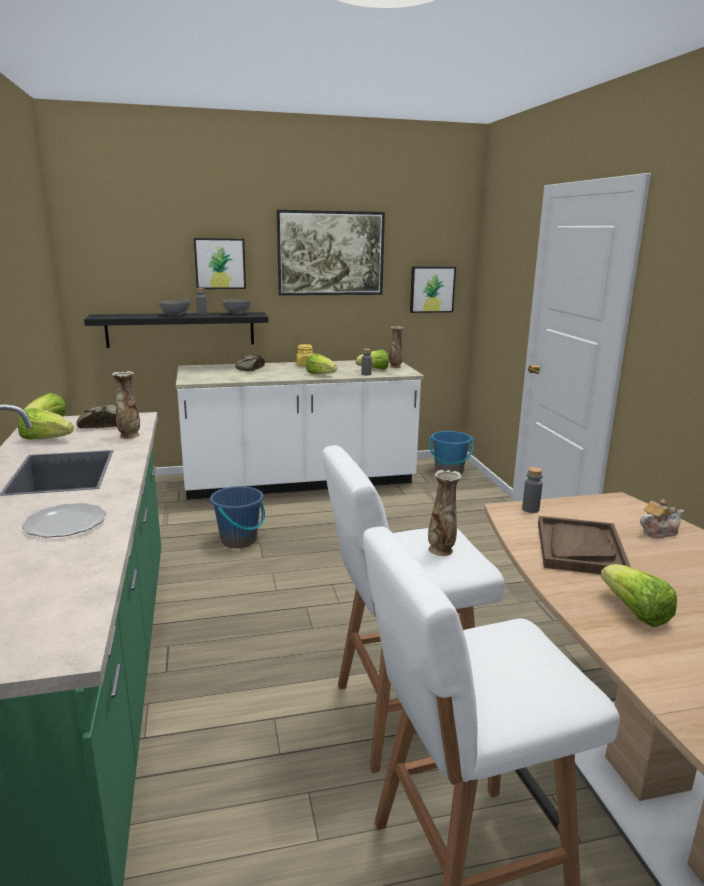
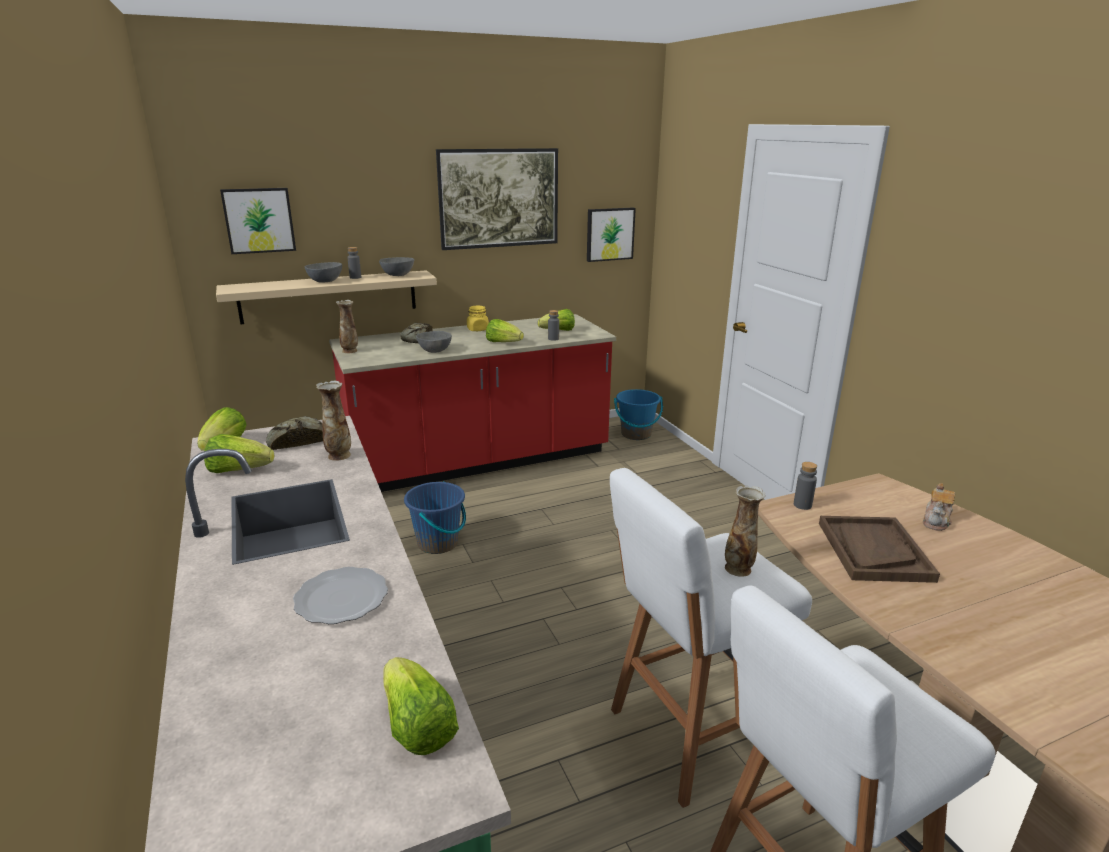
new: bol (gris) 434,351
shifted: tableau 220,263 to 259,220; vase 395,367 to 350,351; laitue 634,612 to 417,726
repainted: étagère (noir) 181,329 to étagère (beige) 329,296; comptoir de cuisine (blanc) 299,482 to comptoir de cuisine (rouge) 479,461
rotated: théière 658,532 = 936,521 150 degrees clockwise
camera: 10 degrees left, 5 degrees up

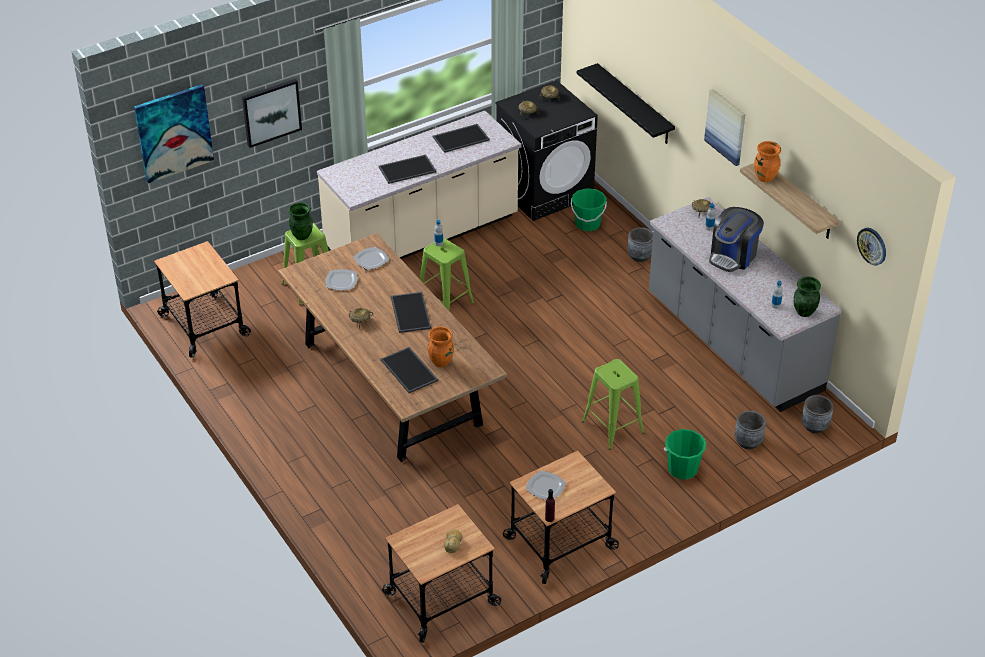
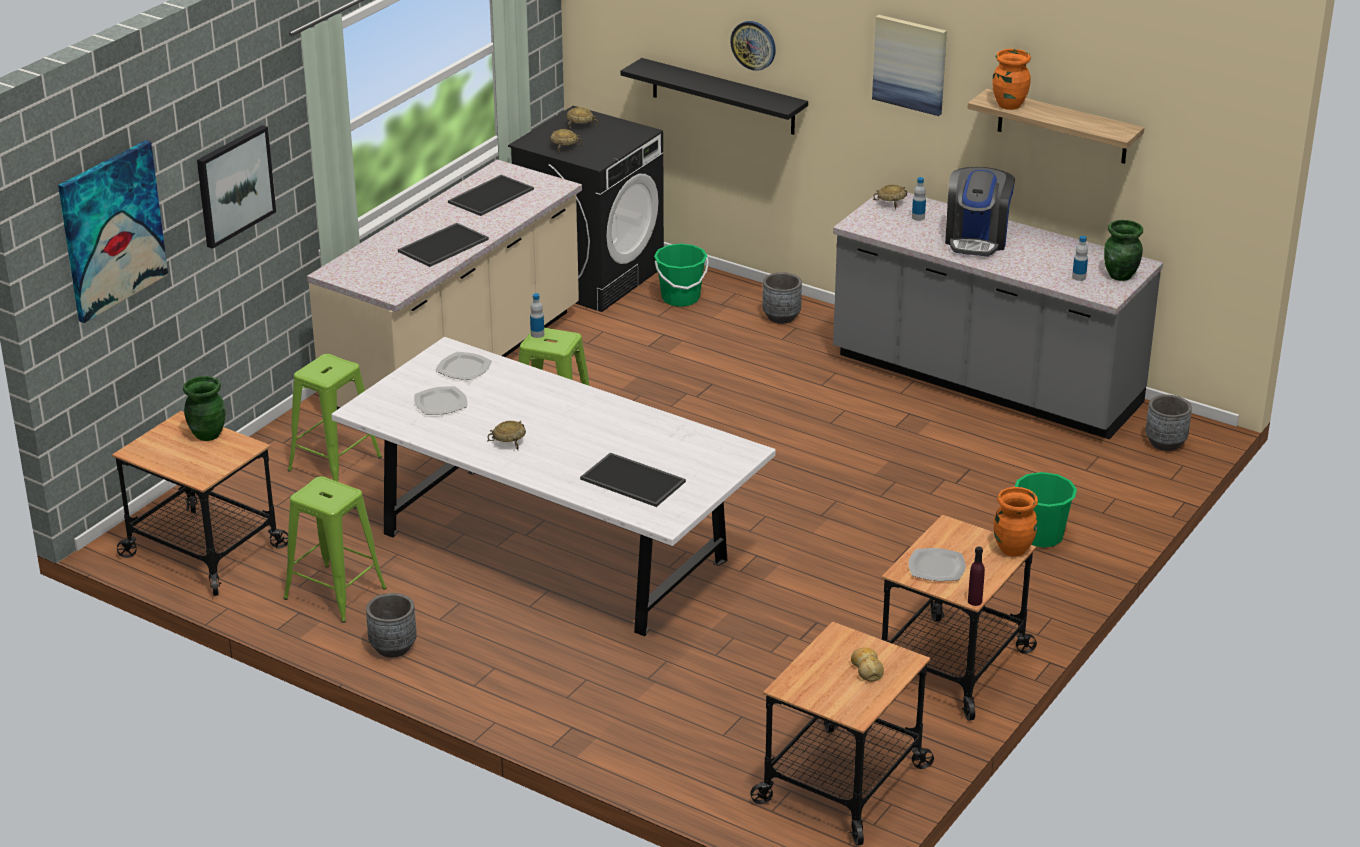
gone: plateau 409,312
shifted: vase (vert) 302,235 to 207,434; vase (orange) 441,362 to 1013,549; tabouret (vert) 613,427 to 335,594; cache-pot (gris) 748,442 to 393,647; horloge murale 872,246 to 753,45
repainted: table à manger (marron) 391,384 to table à manger (blanc) 554,547
camera: 25 degrees left, 10 degrees down

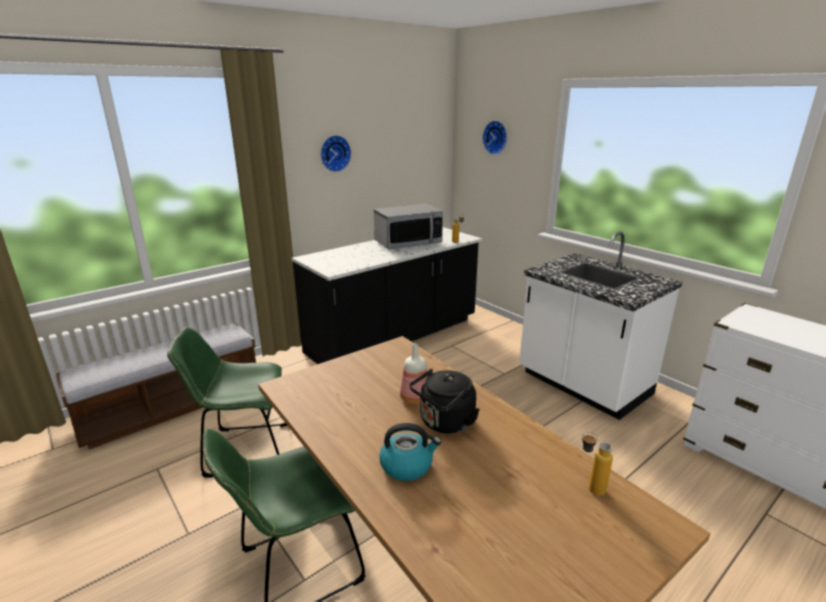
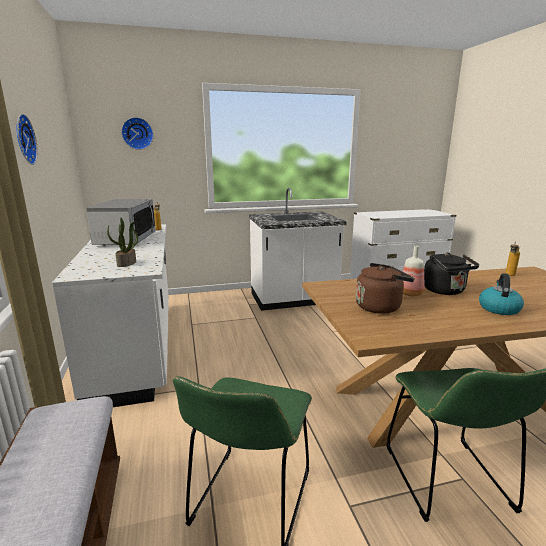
new: plante en pot 127,263; bouilloire (marron) 380,306
repainted: comptoir de cuisine (noir) 394,337 to comptoir de cuisine (blanc) 137,345
camera: 65 degrees left, 5 degrees down

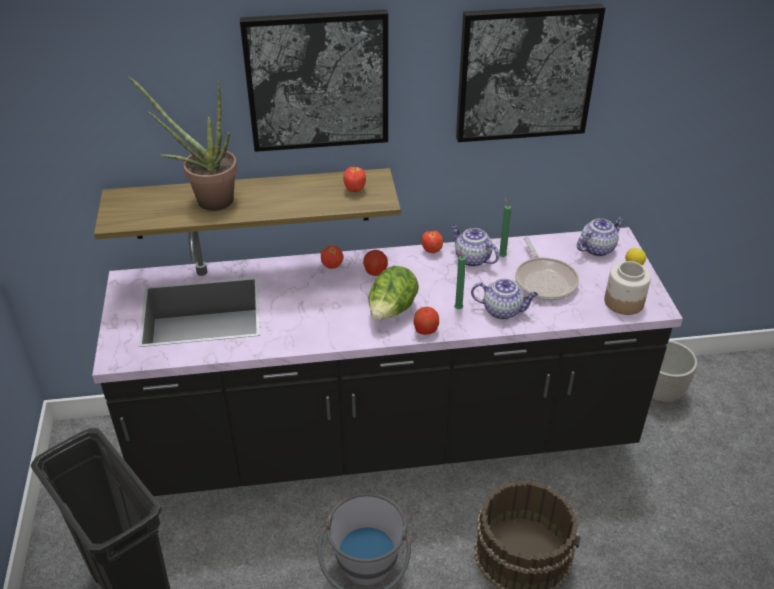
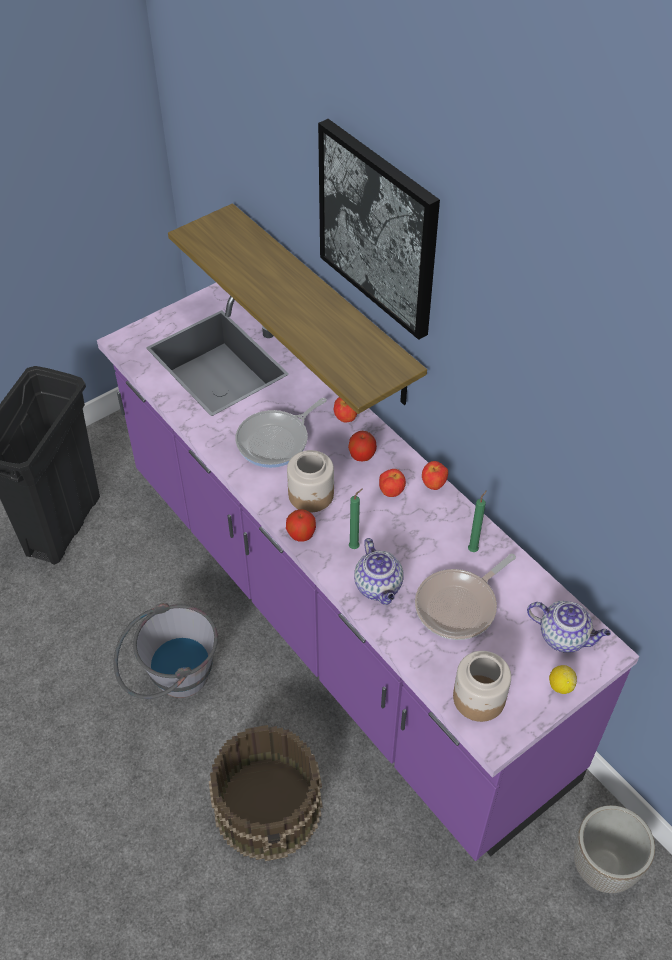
gone: plante en pot 207,200; théière 471,259; tableau 525,73
new: poêle 276,441
shifted: pomme 354,190 to 391,492
swapped: laitue 392,311 to bocal 311,495
repainted: comptoir de cuisine (noir) 387,440 to comptoir de cuisine (violet) 336,619
camera: 60 degrees right, 10 degrees up

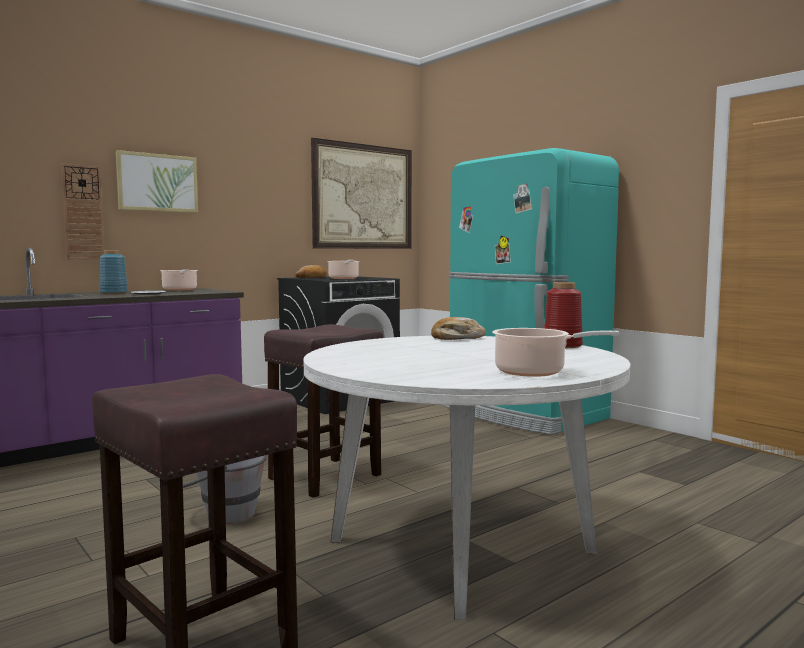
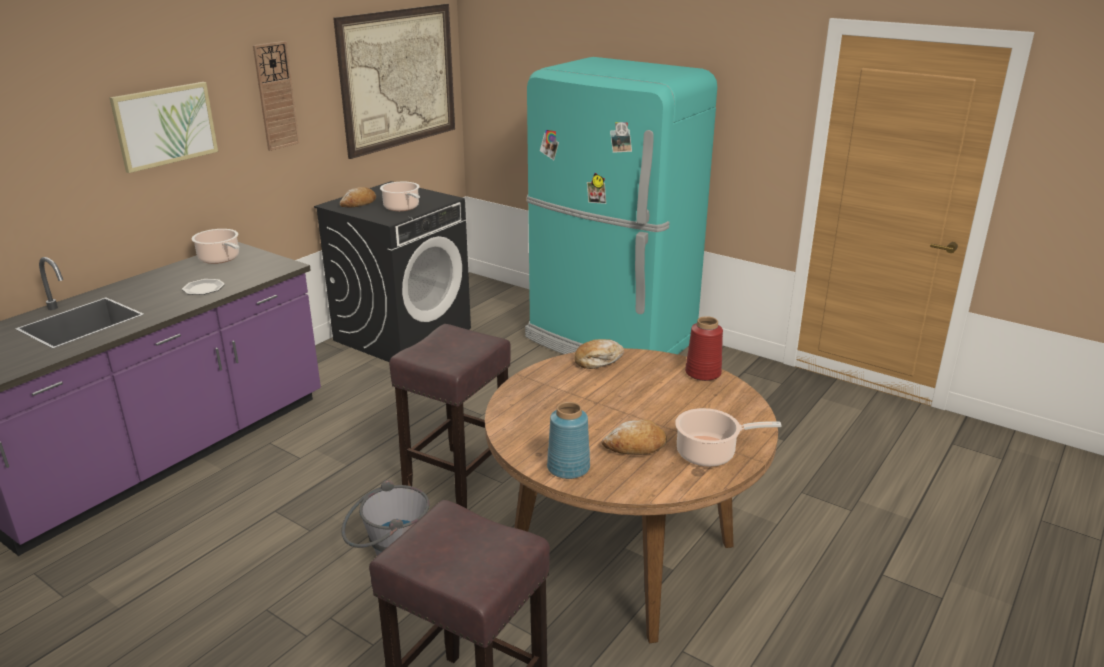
new: pain 635,446
shifted: horloge murale 83,213 to 276,96; vase (bleu) 114,293 to 568,468
repainted: table à manger (blanc) 461,546 to table à manger (marron) 623,557
camera: 15 degrees left, 20 degrees up

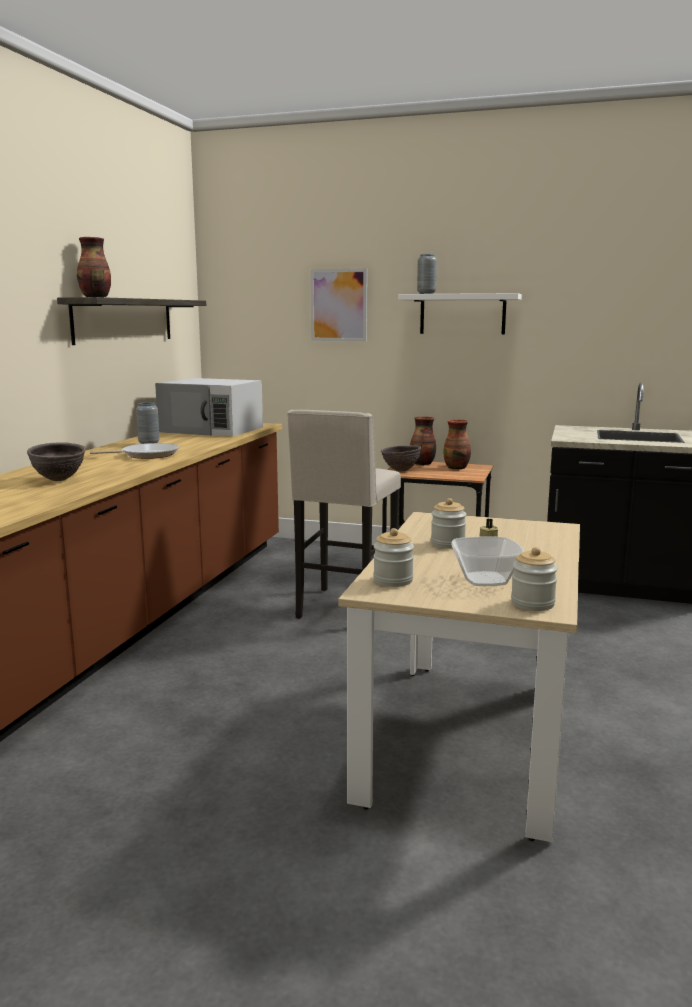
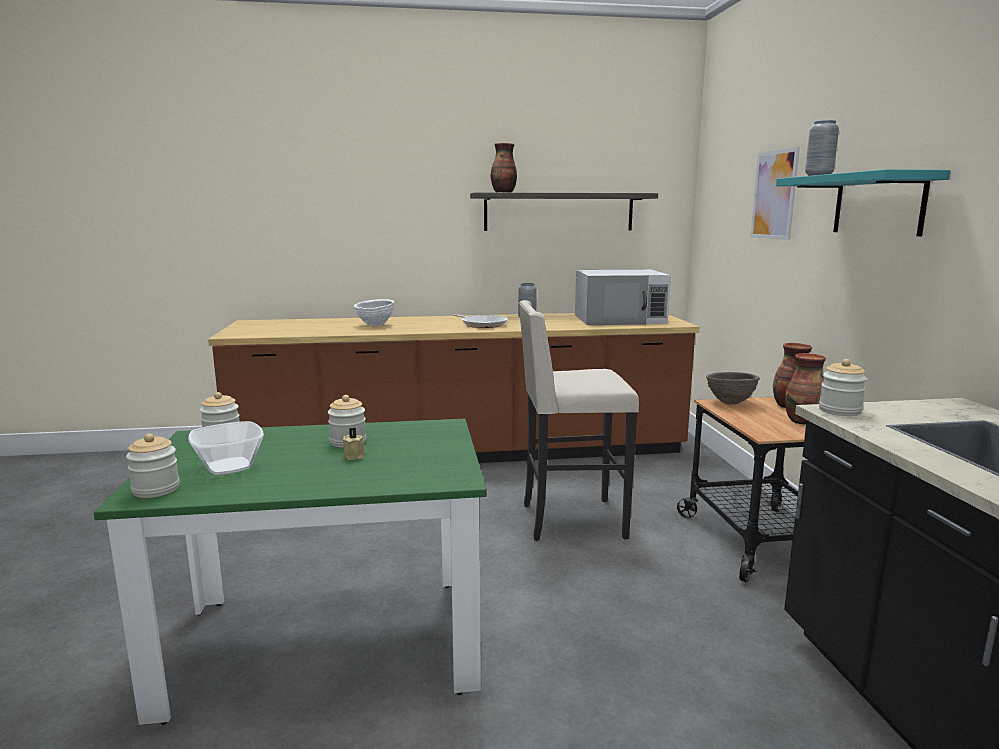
new: bocal 839,411
repainted: bol (marron) 59,480 to bol (blanc) 375,325; table à manger (beige) 469,739 to table à manger (vert) 327,644; étagère (blanc) 462,314 to étagère (turquoise) 878,204
rotated: micro-ondes (blanc) 212,429 = 620,319 90 degrees counterclockwise
camera: 65 degrees right, 0 degrees up

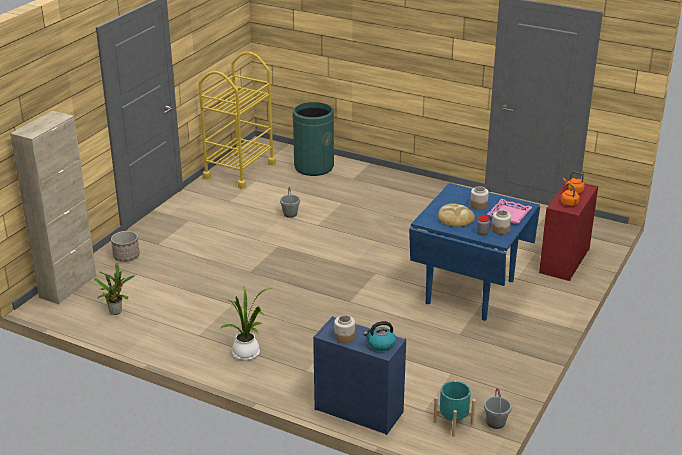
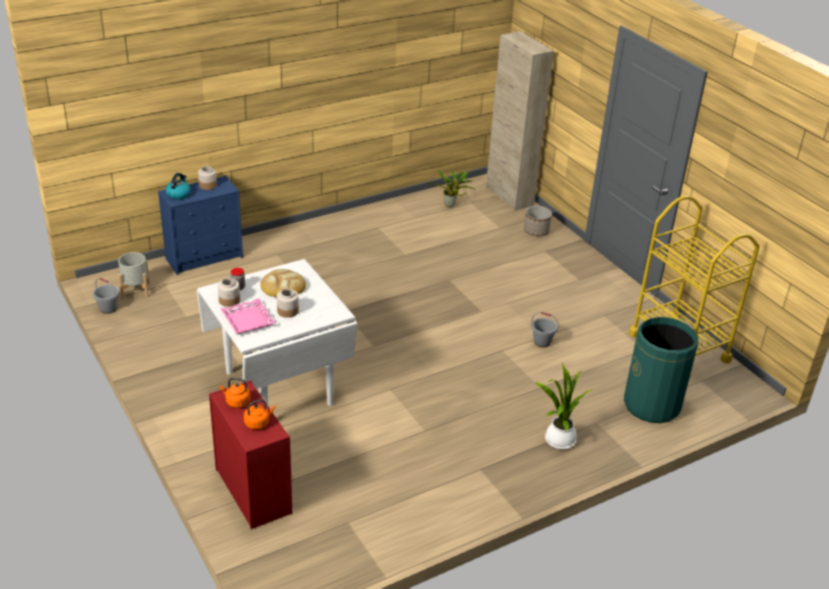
shifted: plante en pot 248,354 to 558,441
repainted: table à manger (bleu) 471,292 to table à manger (blanc) 278,388; cache-pot (turquoise) 453,423 to cache-pot (gris) 135,290
camera: 120 degrees right, 5 degrees up

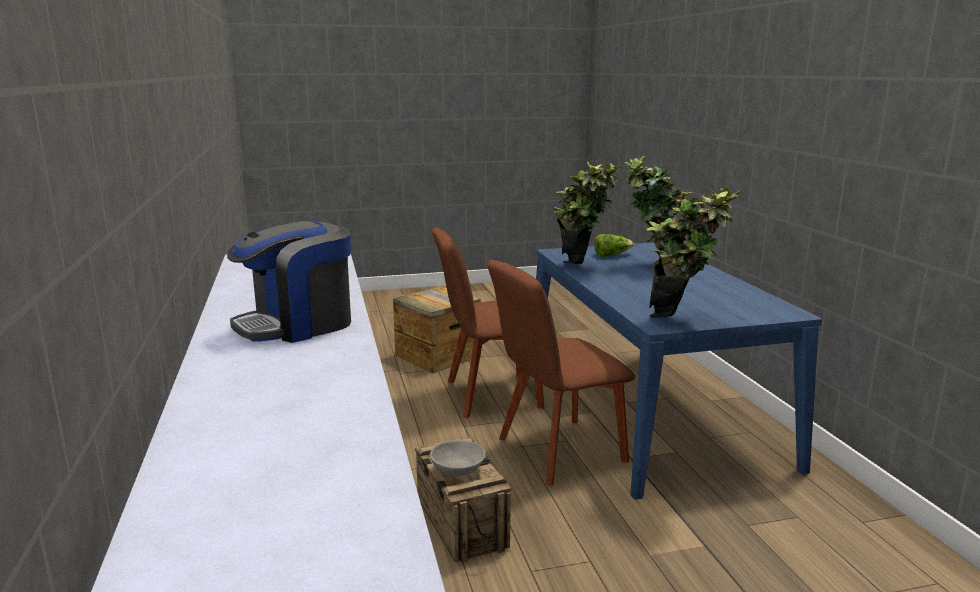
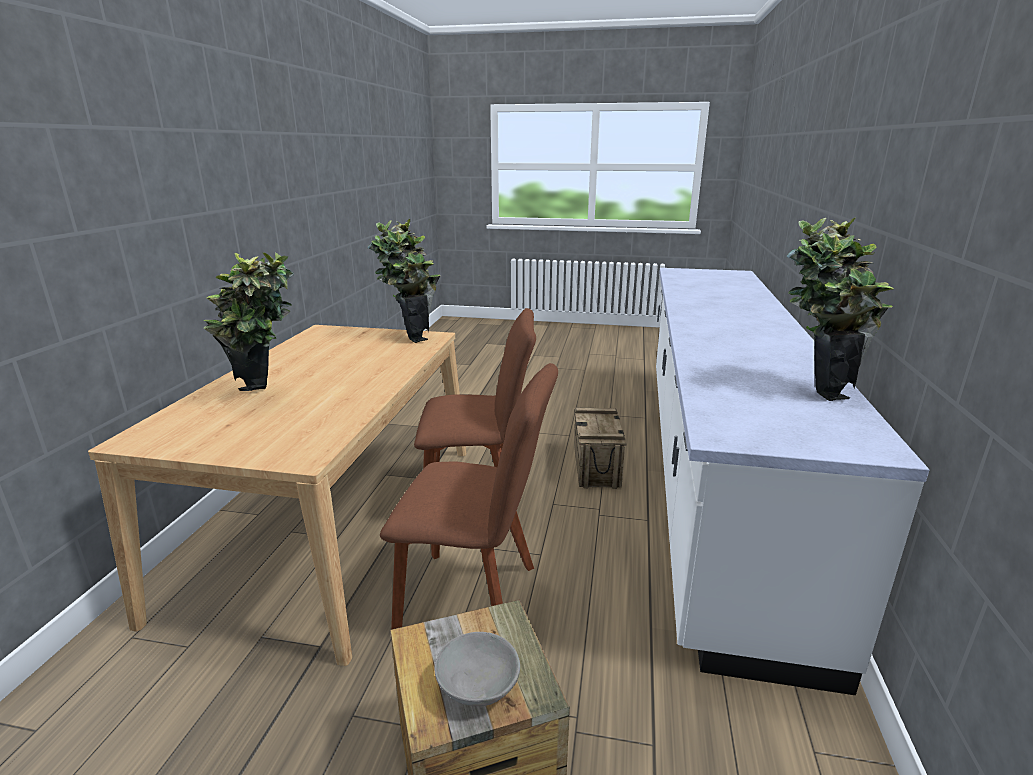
gone: machine à café 297,325; laitue 611,255
shifted: bol (gris) 458,470 to 478,686; plante en pot 583,268 to 815,386
repainted: table à manger (bleu) 647,409 to table à manger (beige) 335,521
camera: 155 degrees left, 5 degrees up

